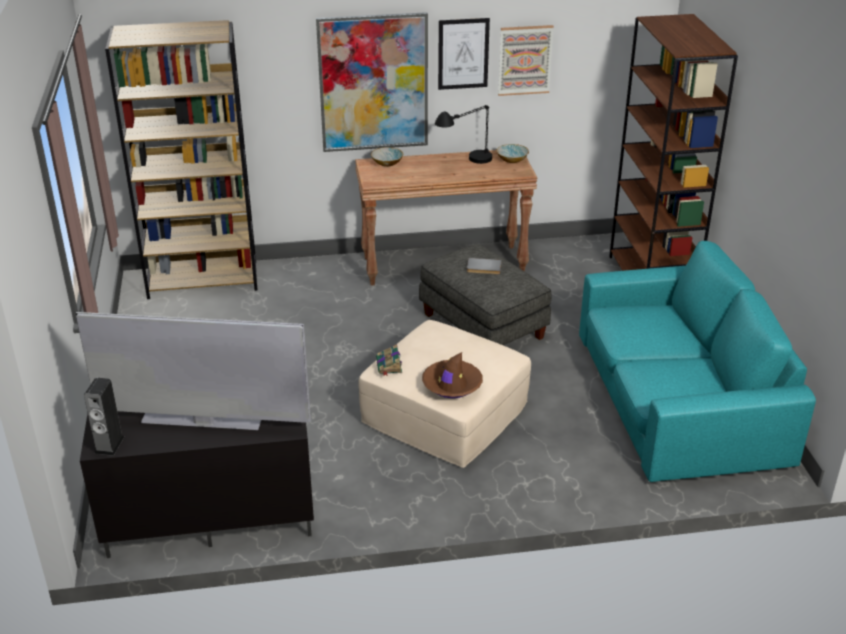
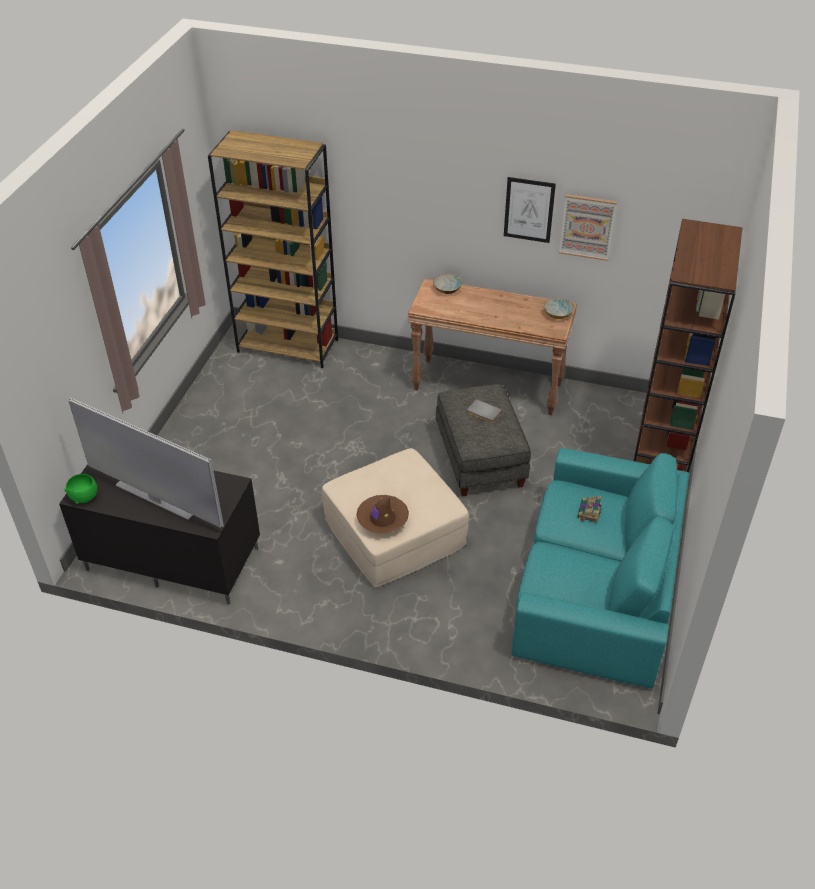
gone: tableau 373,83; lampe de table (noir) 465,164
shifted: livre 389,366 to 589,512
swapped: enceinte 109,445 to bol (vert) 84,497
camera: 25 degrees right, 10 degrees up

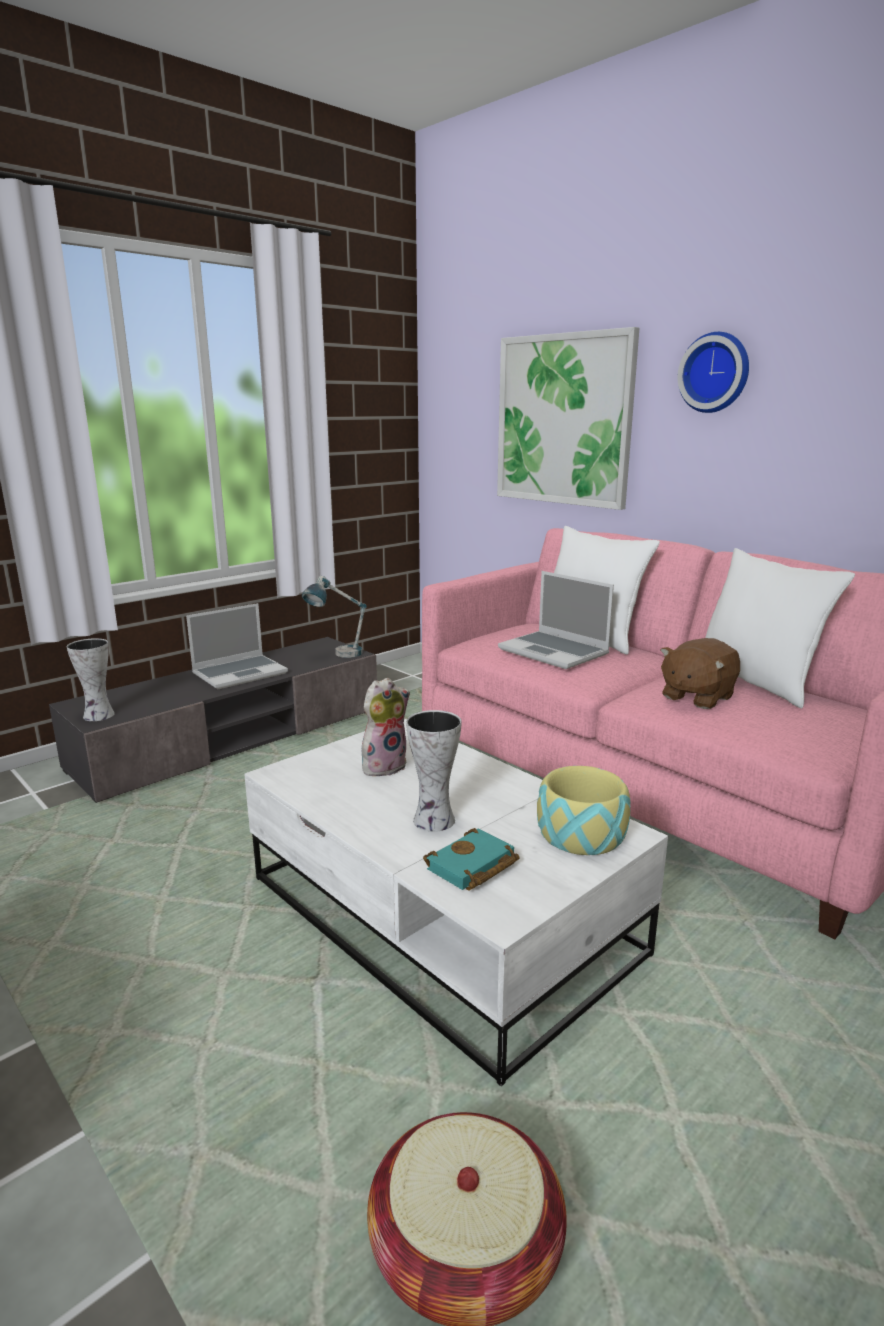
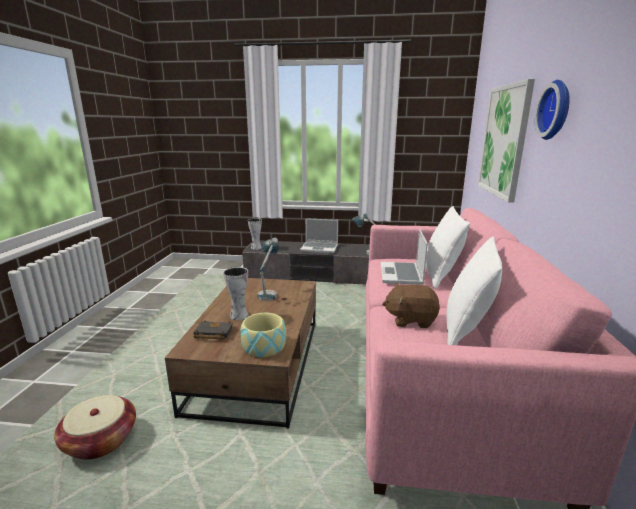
swapped: peluche 384,766 to lampe de table 269,293
repainted: table basse (blanc) 443,916 to table basse (marron) 258,365; livre (turquoise) 472,867 to livre (noir) 212,333
camera: 50 degrees right, 0 degrees up

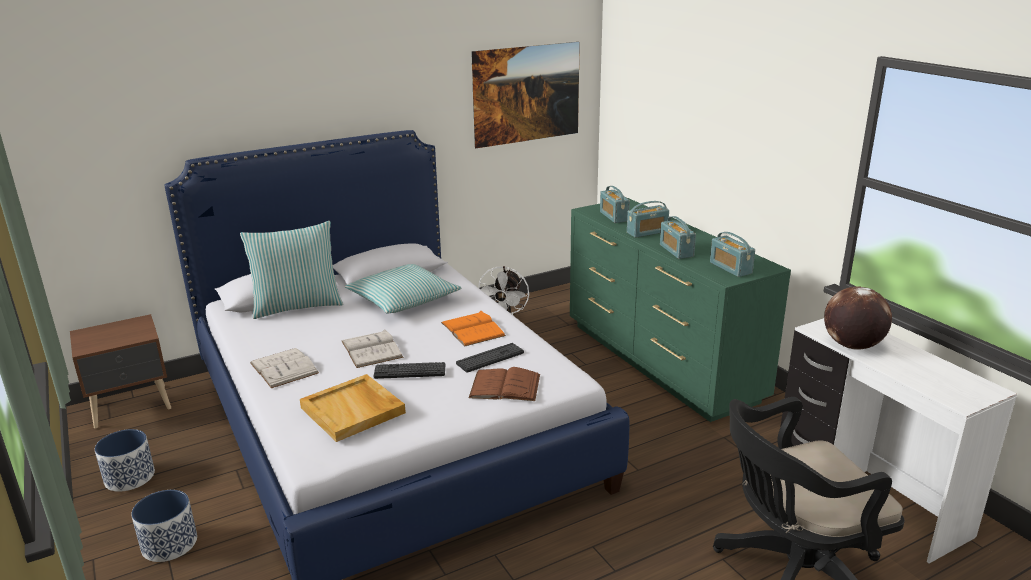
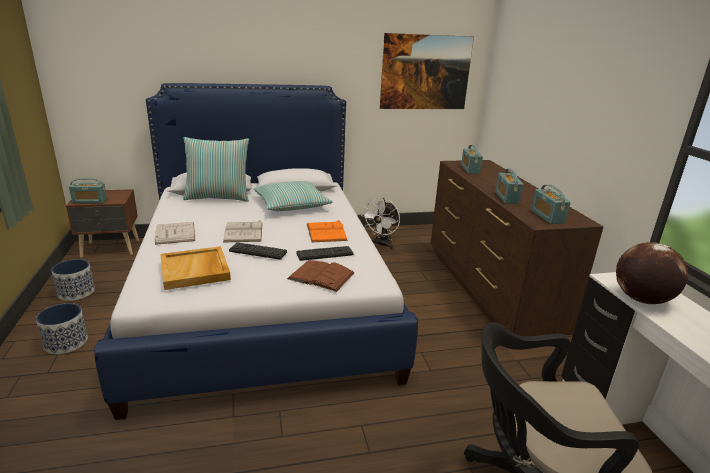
shifted: radio 647,232 to 90,201
repainted: commode (vert) 661,362 to commode (marron) 488,290
camera: 15 degrees right, 0 degrees up

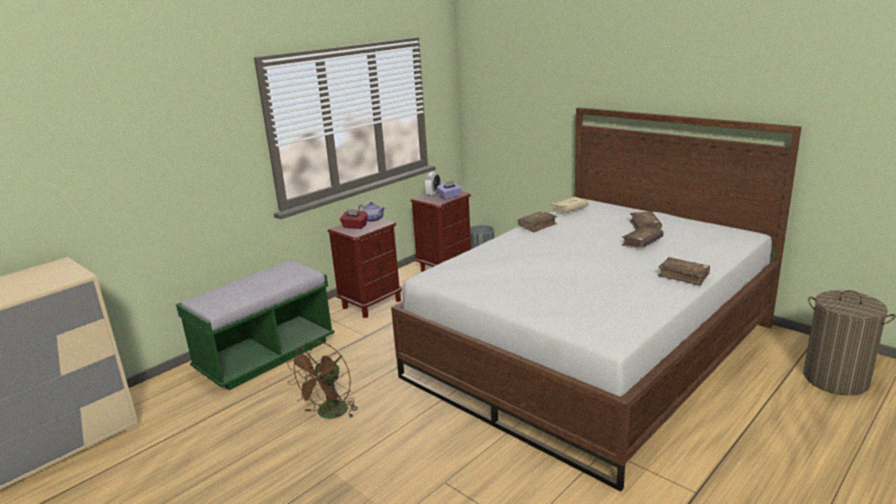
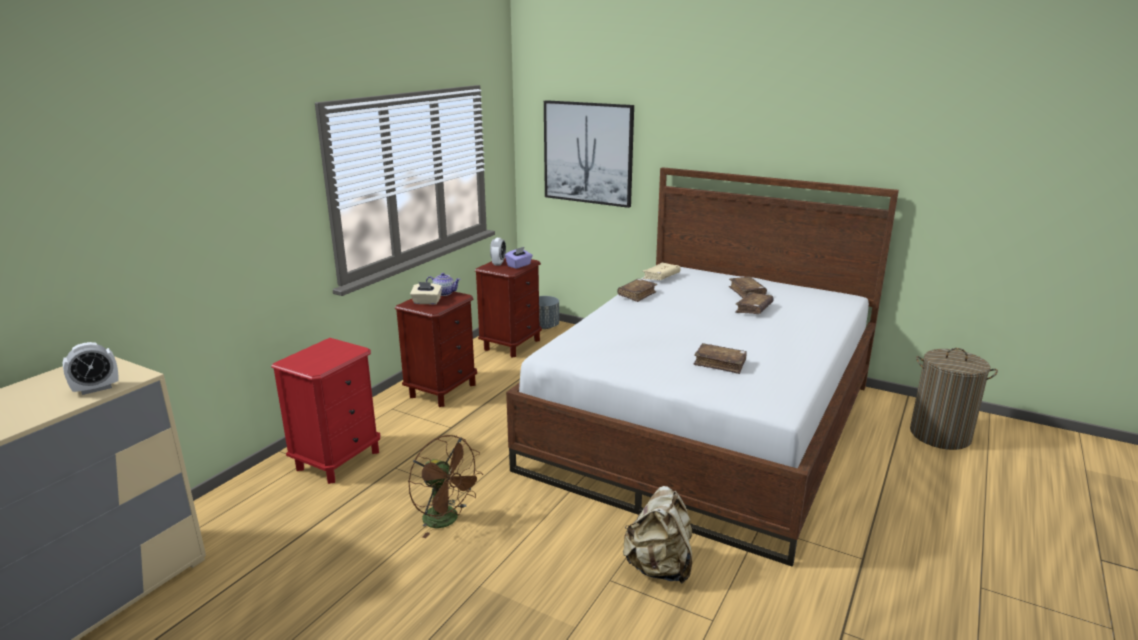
new: réveil 96,389; tableau 588,153; sac à dos (beige) 659,567
shifted: livre (marron) 683,276 to 720,363
swapped: banc (vert) 266,356 to table de chevet (rouge) 338,460
repainted: boîte à mouchoirs (rouge) 354,226 to boîte à mouchoirs (beige) 426,302
rotated: ventilateur (marron) 329,414 = 447,520 60 degrees counterclockwise
camera: 15 degrees left, 0 degrees up

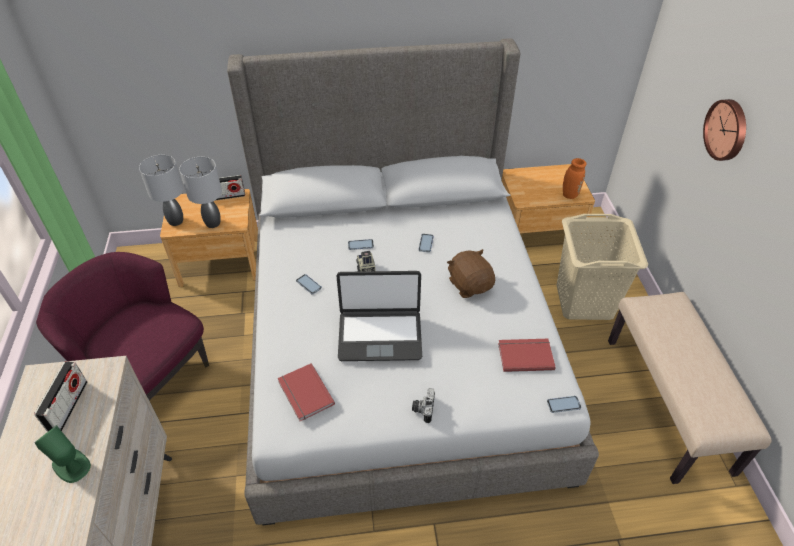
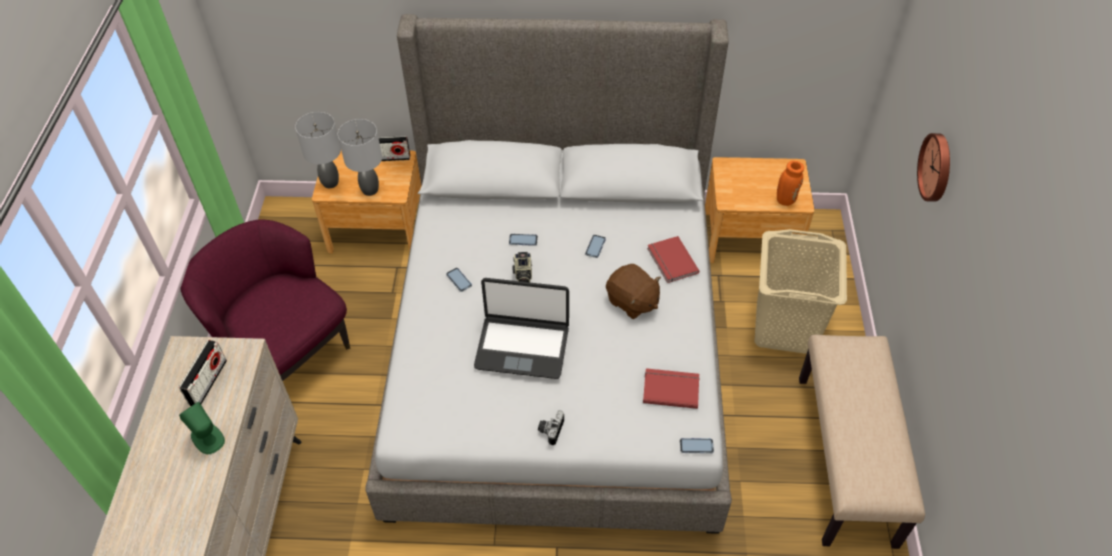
shifted: livre (rouge) 304,394 to 671,261
rotated: peluche (marron) 470,285 = 632,302 150 degrees clockwise
camera: 10 degrees right, 5 degrees up

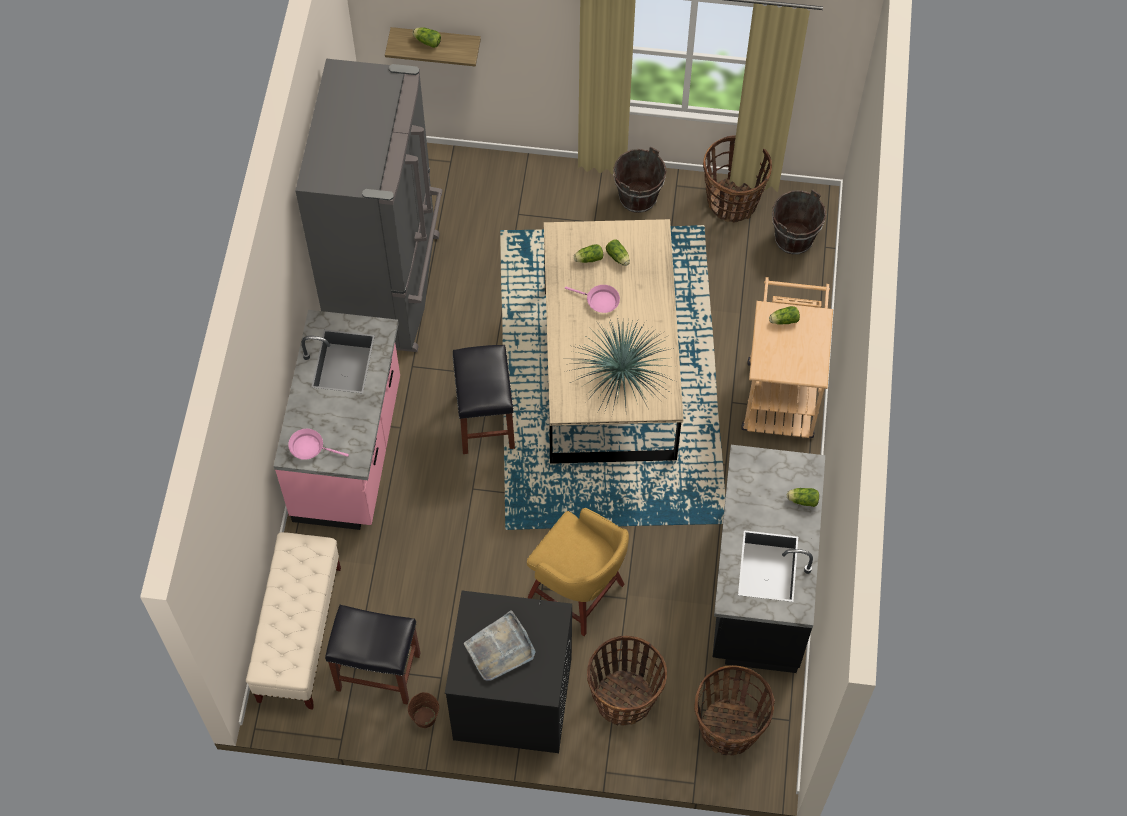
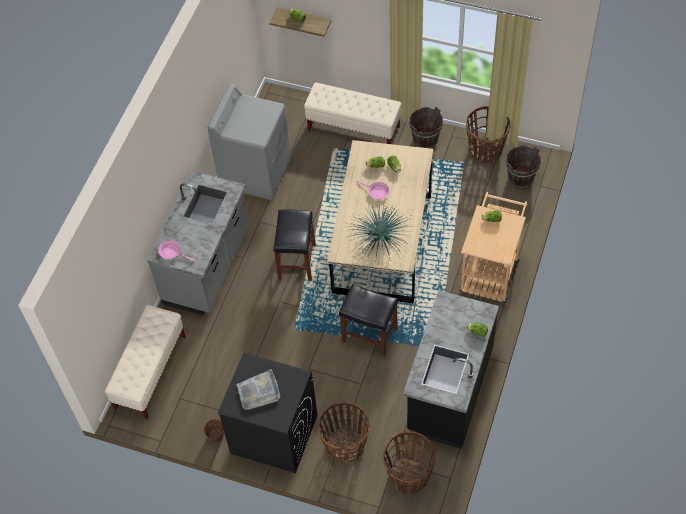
gone: tabouret (jaune) 578,593
new: banc (beige) 354,128
shifted: tabouret (noir) 377,672 to 369,335
swapped: réfrigérateur (gris) 388,287 to lave-linge (gris) 255,172
repainted: comptoir de cuisine (rose) 350,451 to comptoir de cuisine (gris) 208,267
camera: 15 degrees right, 5 degrees down

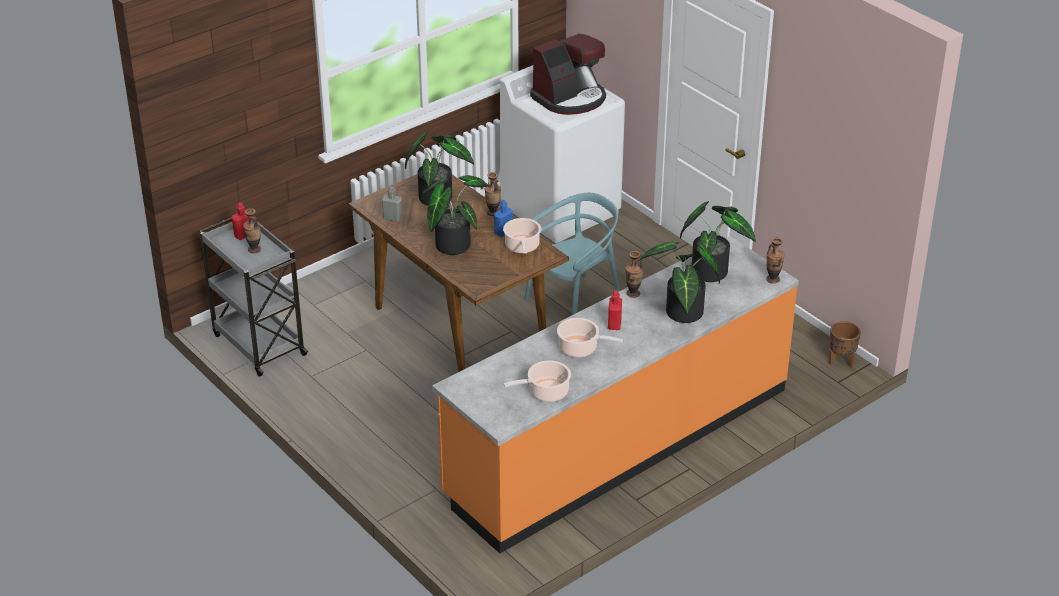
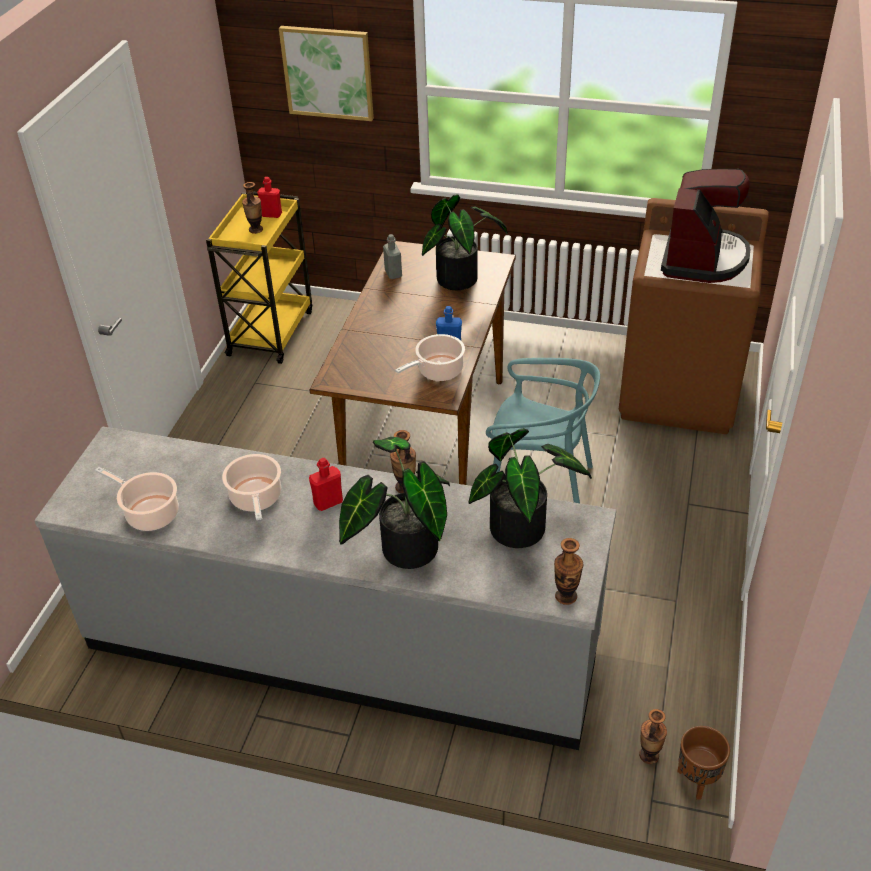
gone: plante en pot 452,243
new: tableau 328,72
shifted: vase 493,212 to 649,755
repainted: chariot (gris) 258,343 to chariot (jaune) 271,331; comptoir de cuisine (orange) 617,442 to comptoir de cuisine (gris) 342,645; lave-linge (blanc) 561,209 to lave-linge (marron) 679,392
rotated: machine à café 570,98 = 703,259 90 degrees counterclockwise
camera: 55 degrees right, 5 degrees up

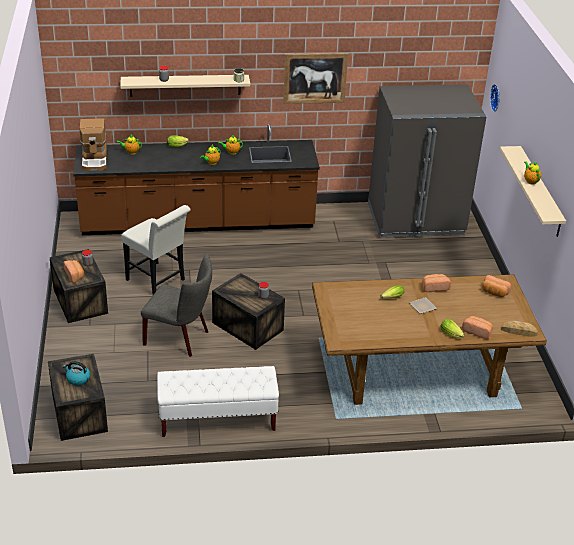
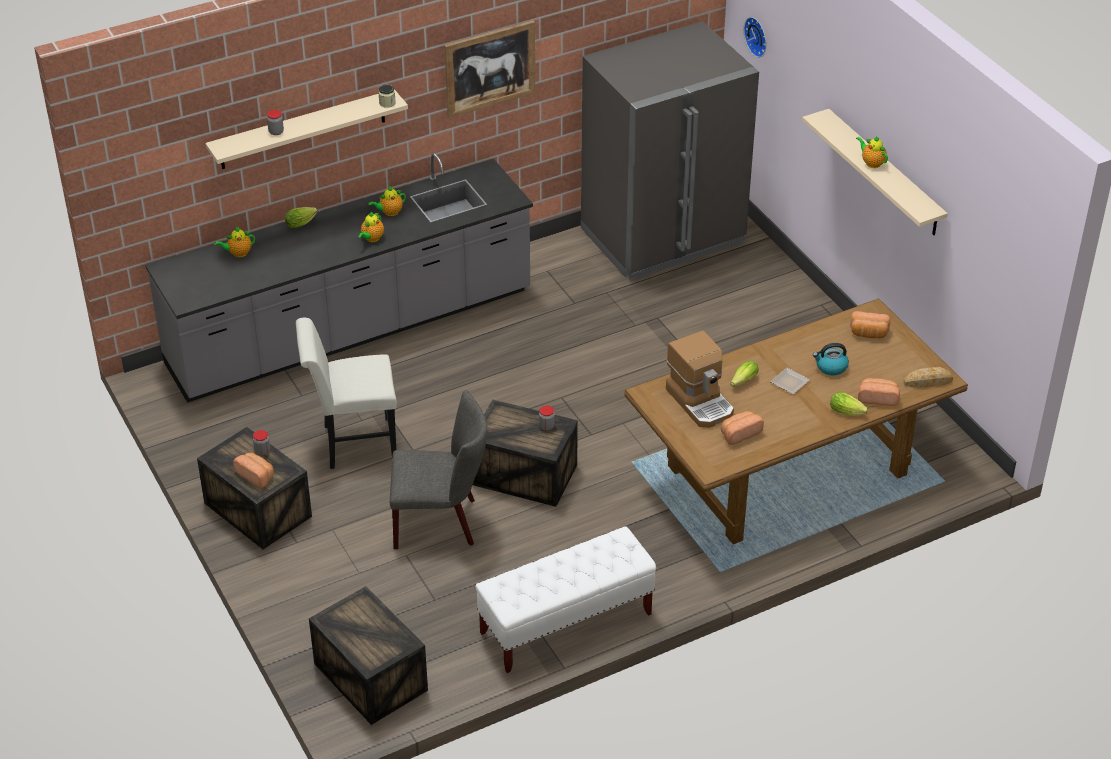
shifted: bouilloire 77,379 to 831,367; machine à café 95,160 to 701,401; pain 434,287 to 739,433
repainted: comptoir de cuisine (marron) 198,222 to comptoir de cuisine (gris) 351,330
rotated: chaise (blanc) 158,281 = 353,444 150 degrees clockwise
camera: 20 degrees left, 5 degrees up

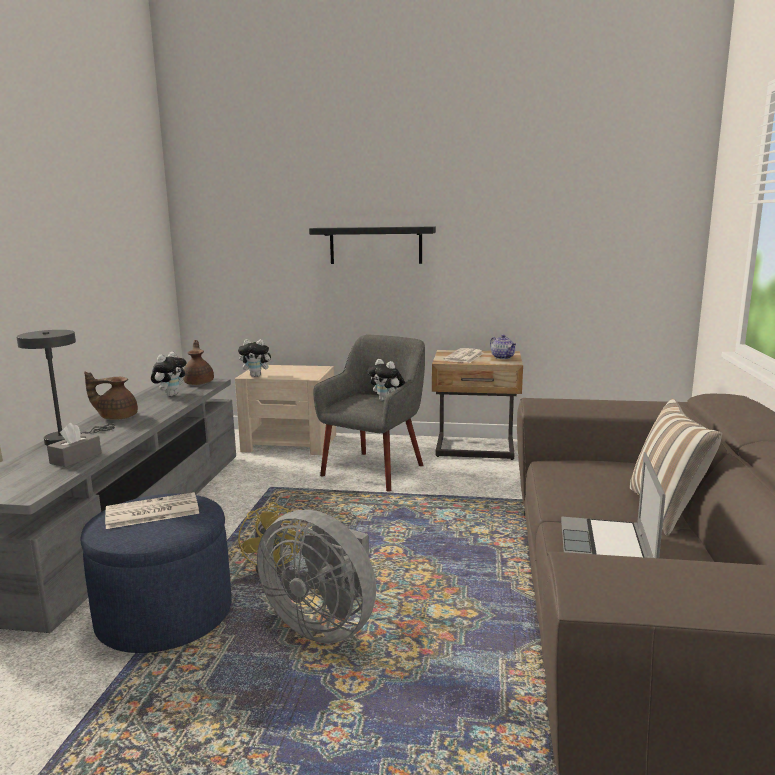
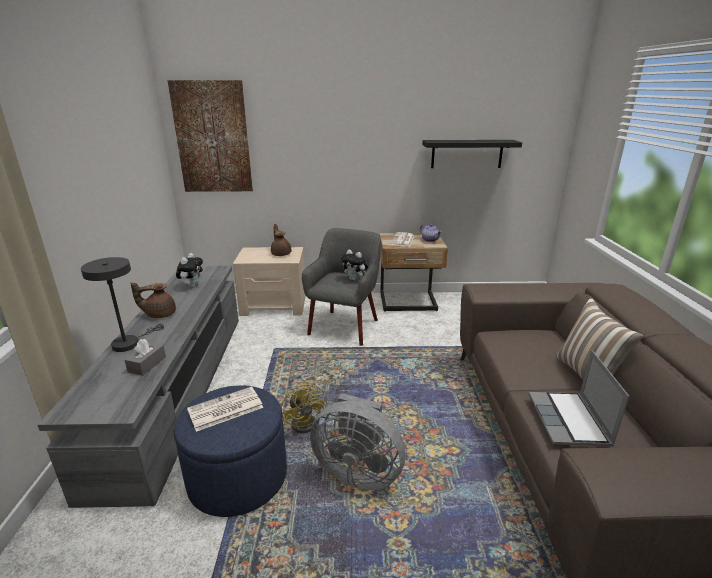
gone: peluche 257,376
new: tableau 212,138
shifted: théière (marron) 199,382 to 281,253; étagère (noir) 375,245 to 467,154
camera: 10 degrees left, 10 degrees up

